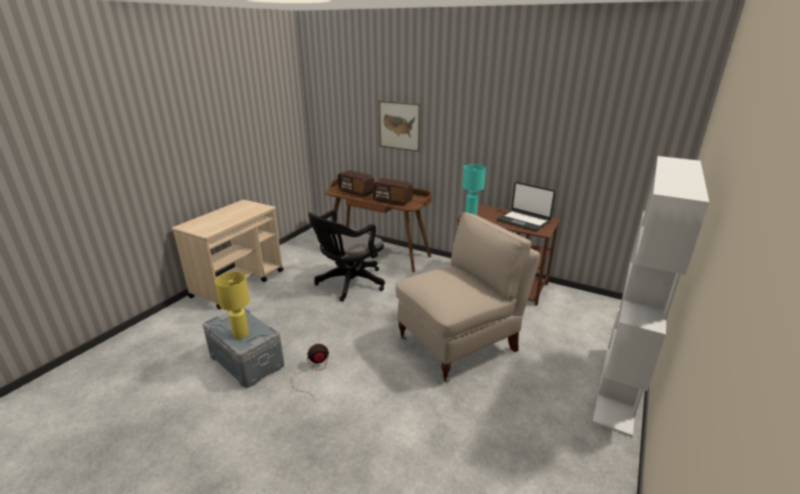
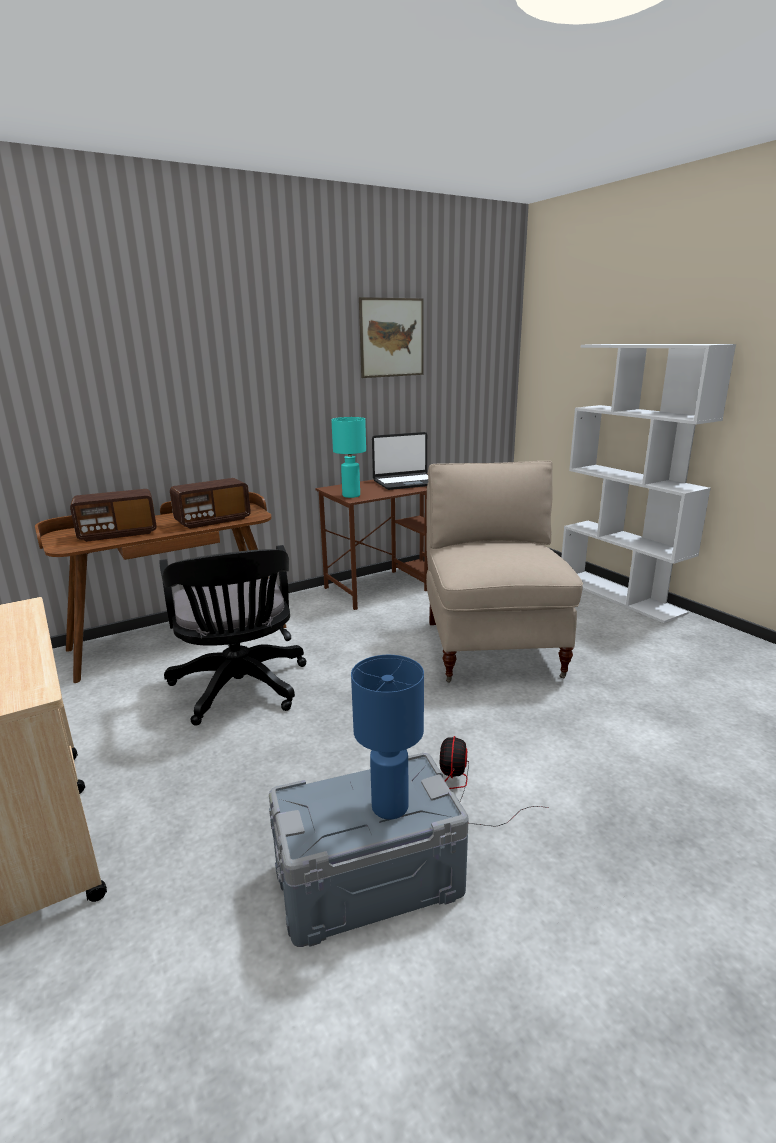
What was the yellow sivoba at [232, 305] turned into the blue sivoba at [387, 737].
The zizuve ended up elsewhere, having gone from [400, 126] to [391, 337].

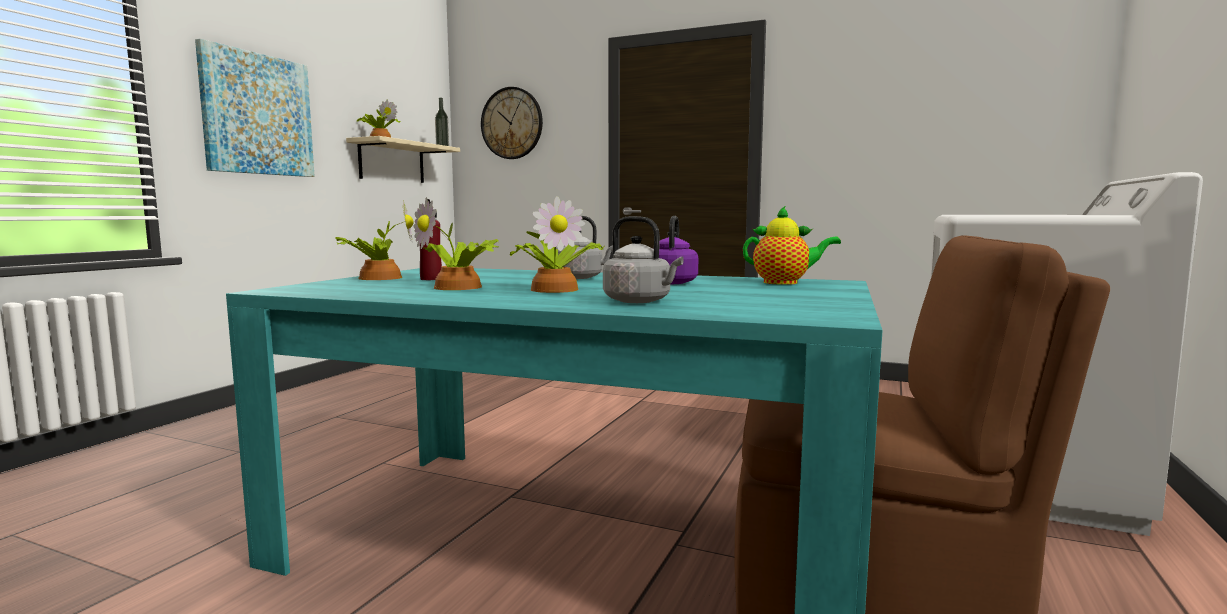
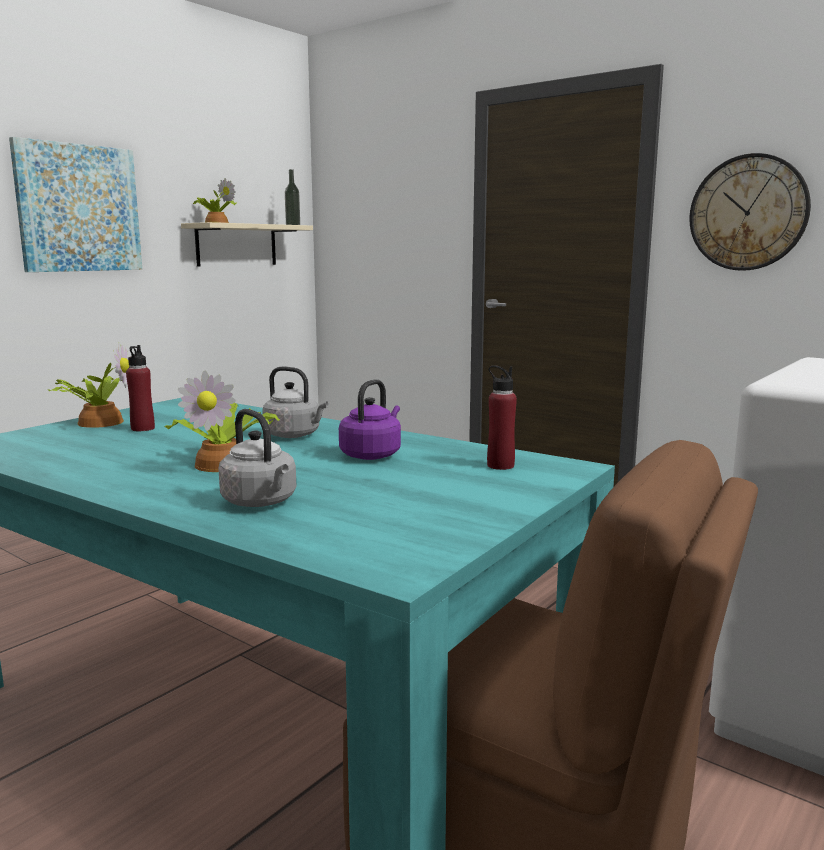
Where the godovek stood at [792, 245], the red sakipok came to stand at [502, 417].
The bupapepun ended up elsewhere, having gone from [512, 123] to [750, 212].
The second view lost the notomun at [456, 243].

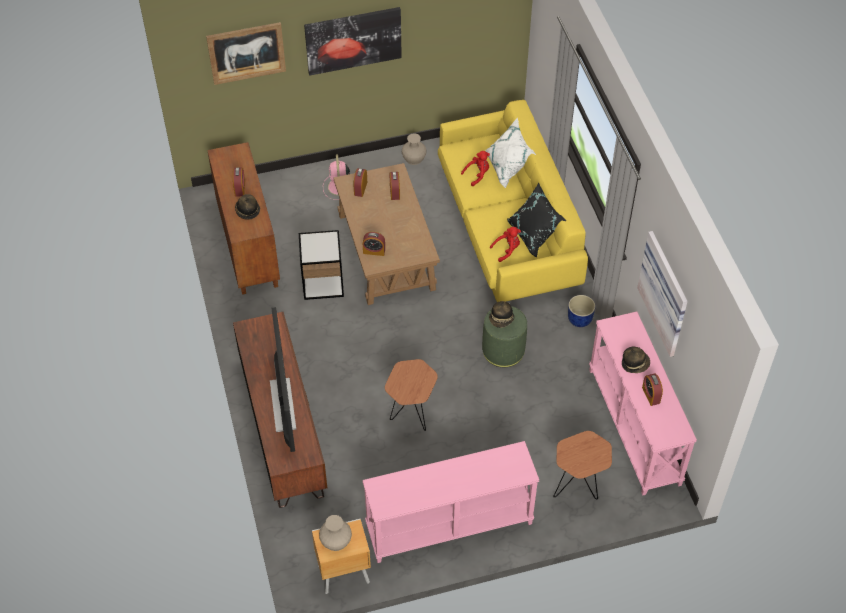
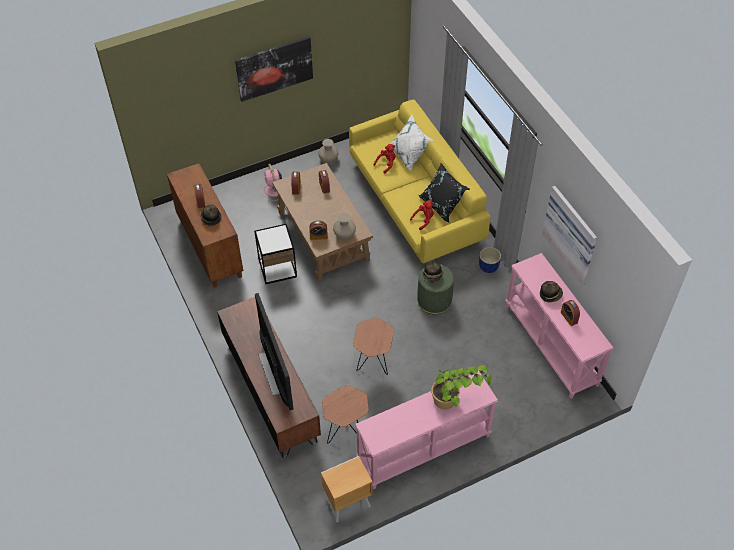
The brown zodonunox ended up elsewhere, having gone from [582, 465] to [345, 414].
The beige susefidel ended up elsewhere, having gone from [335, 533] to [344, 227].
The second view gained the notomun at [461, 387].
The second view lost the zizuve at [246, 53].

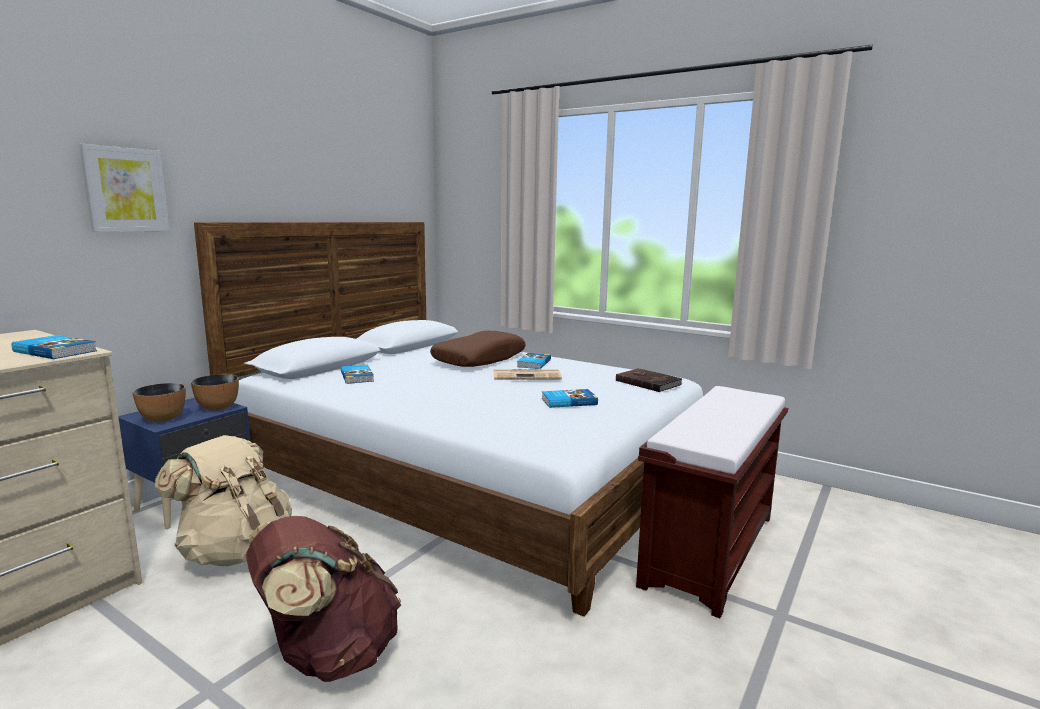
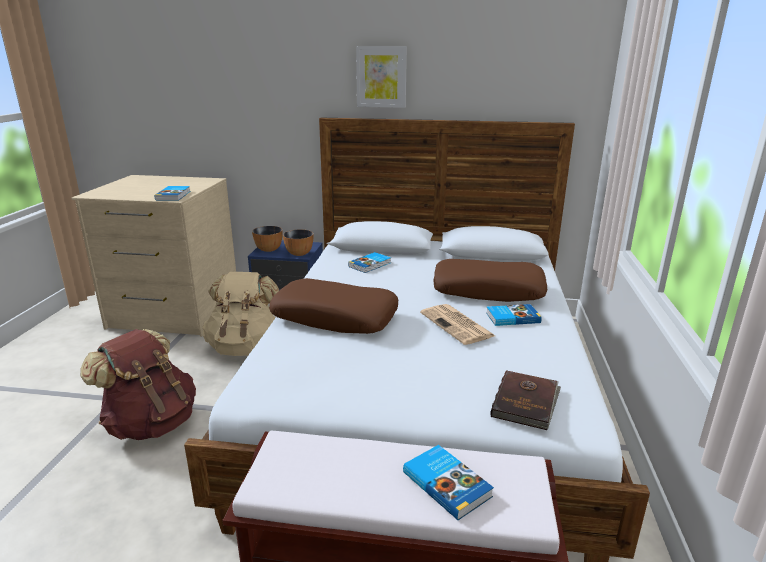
The second view gained the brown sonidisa at [333, 306].
The zizuve ended up elsewhere, having gone from [124, 188] to [381, 77].
The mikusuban ended up elsewhere, having gone from [570, 398] to [448, 482].

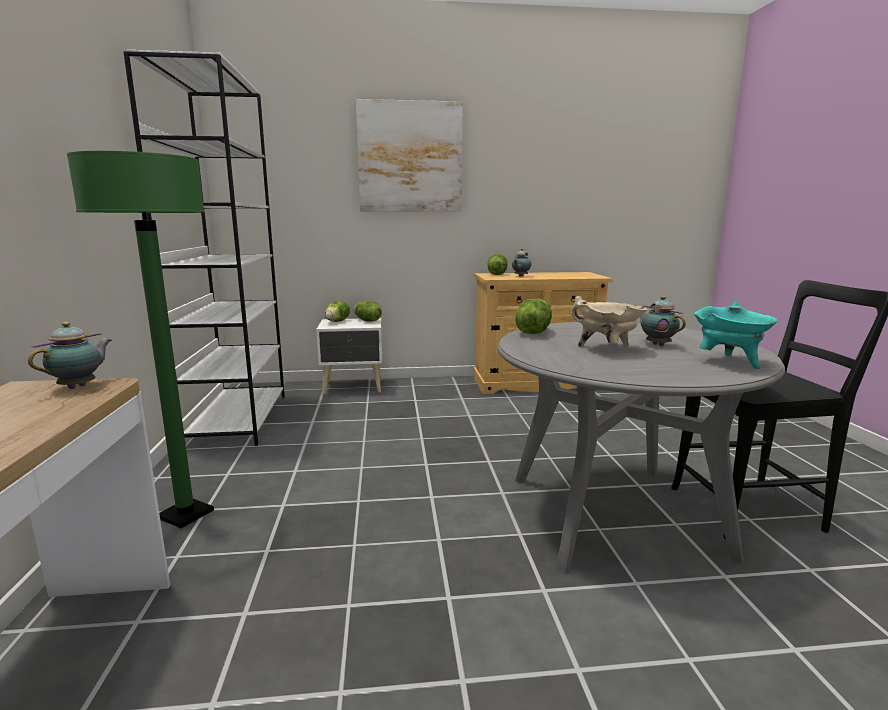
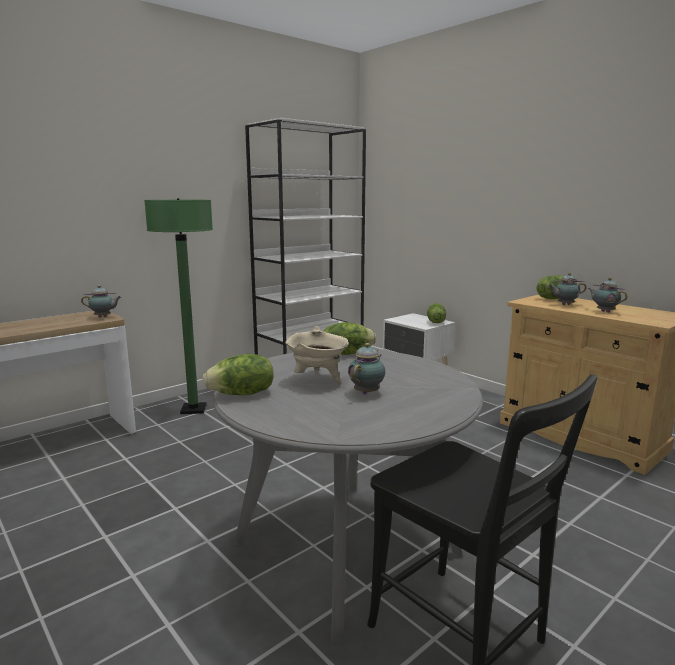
The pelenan ended up elsewhere, having gone from [337, 311] to [238, 374].
The second view gained the godovek at [608, 295].
The second view lost the zizuve at [409, 155].
The second view lost the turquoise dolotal at [736, 335].

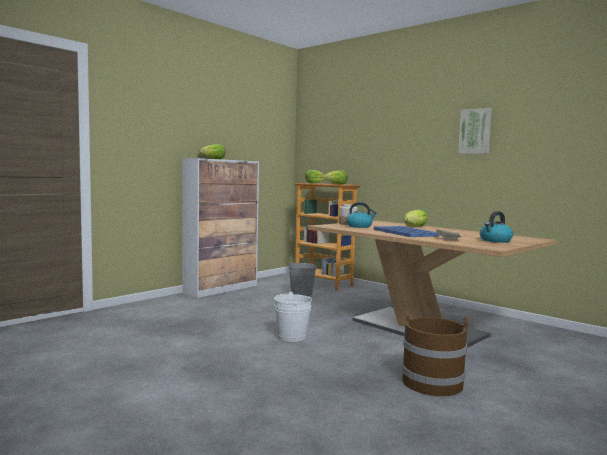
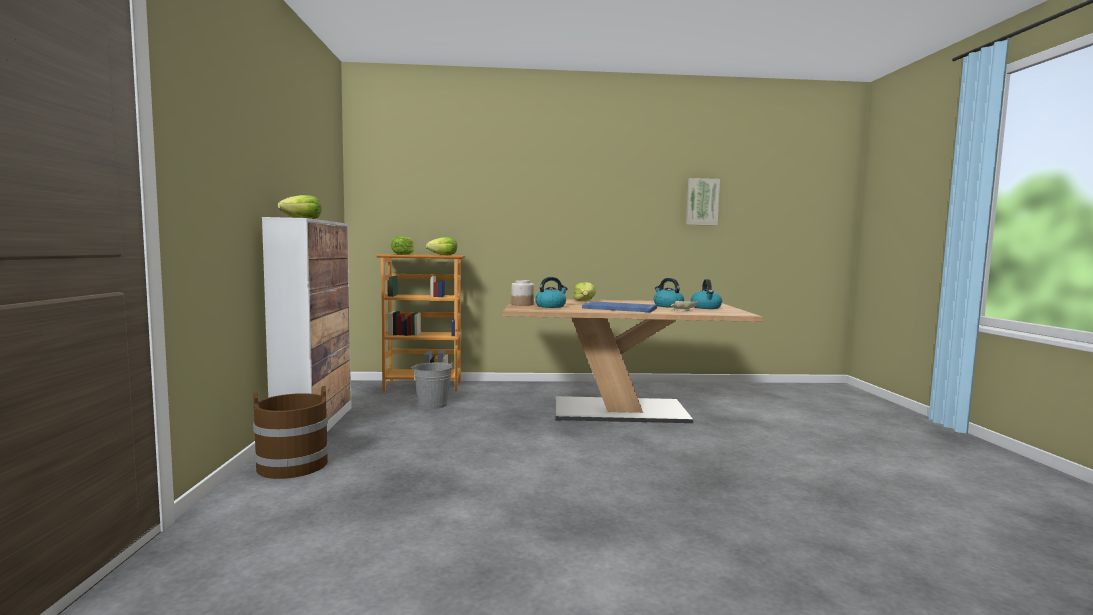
The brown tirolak ended up elsewhere, having gone from [435, 353] to [291, 432].
The second view gained the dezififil at [669, 293].
The zizuve ended up elsewhere, having gone from [475, 131] to [703, 202].
The second view lost the white tirolak at [293, 316].

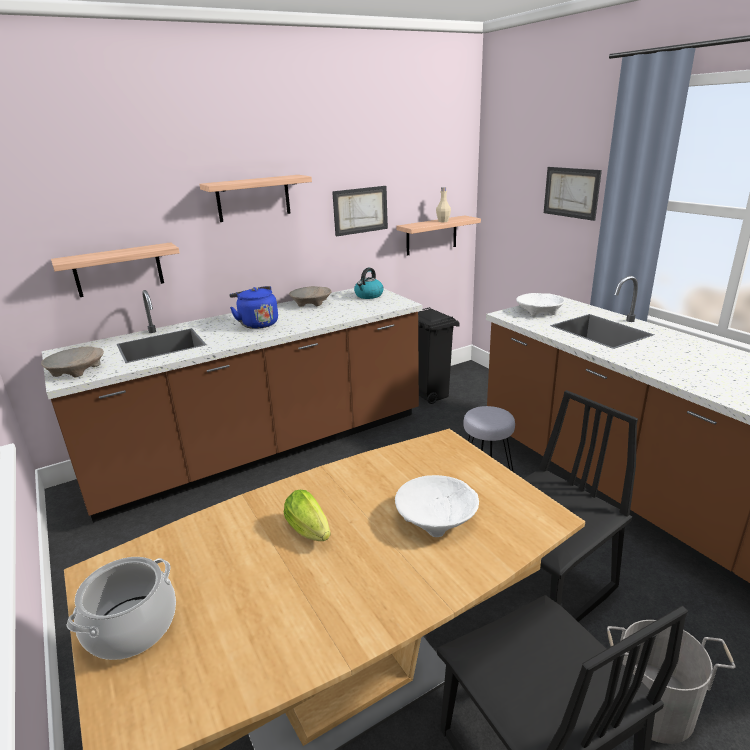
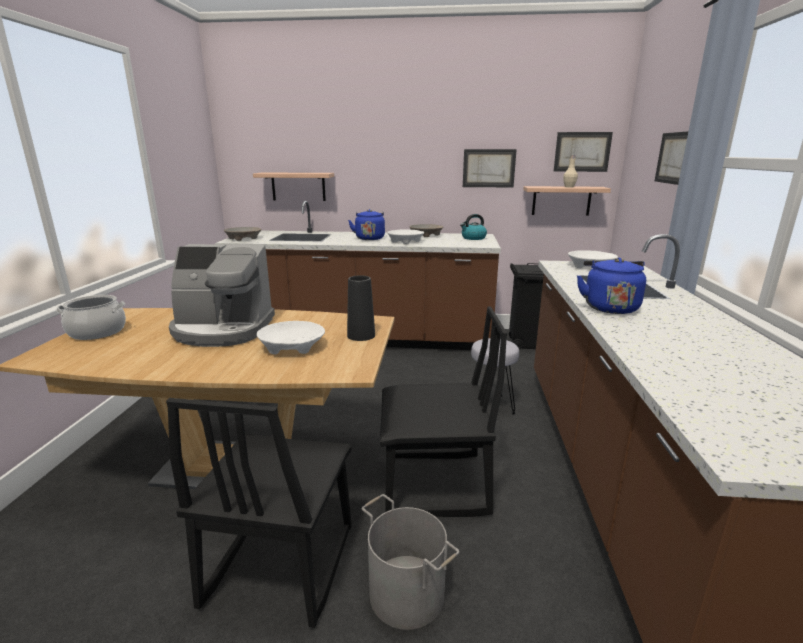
Where the pelenan stood at [307, 515], the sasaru came to stand at [222, 295].
The second view gained the black susefidel at [361, 308].
The second view gained the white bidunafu at [405, 237].
The second view gained the zizuve at [583, 152].
The second view gained the blue dezififil at [611, 286].
The second view lost the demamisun at [255, 198].

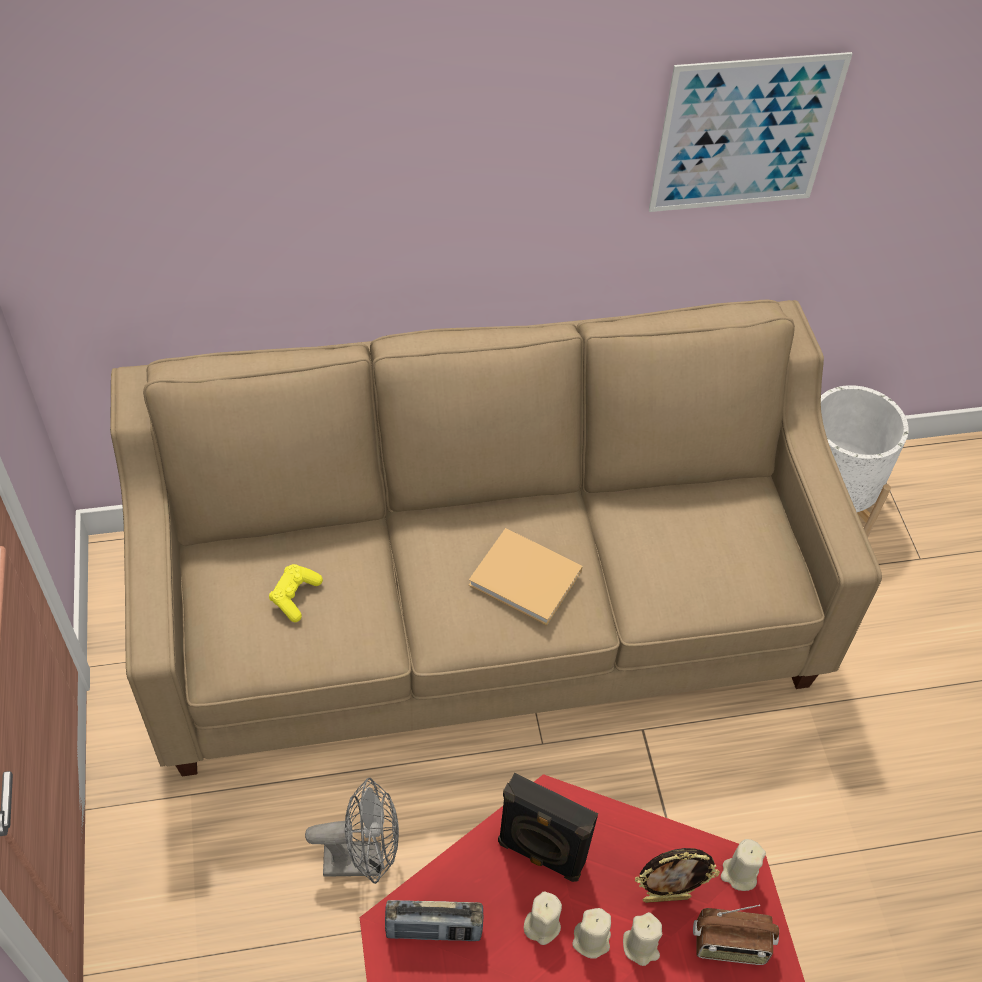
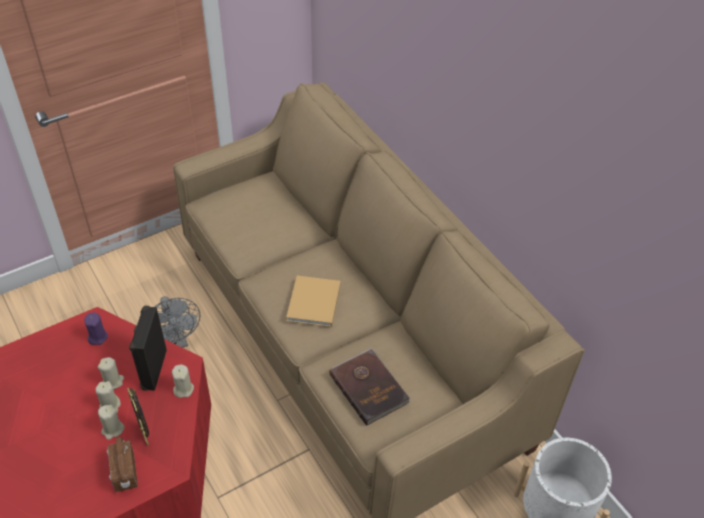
Where the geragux stood at [434, 920], the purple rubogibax came to stand at [96, 329].
The beige rubogibax ended up elsewhere, having gone from [743, 865] to [183, 381].
The second view gained the brown mikusuban at [369, 387].
The second view lost the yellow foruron at [296, 593].
The second view lost the zizuve at [751, 132].

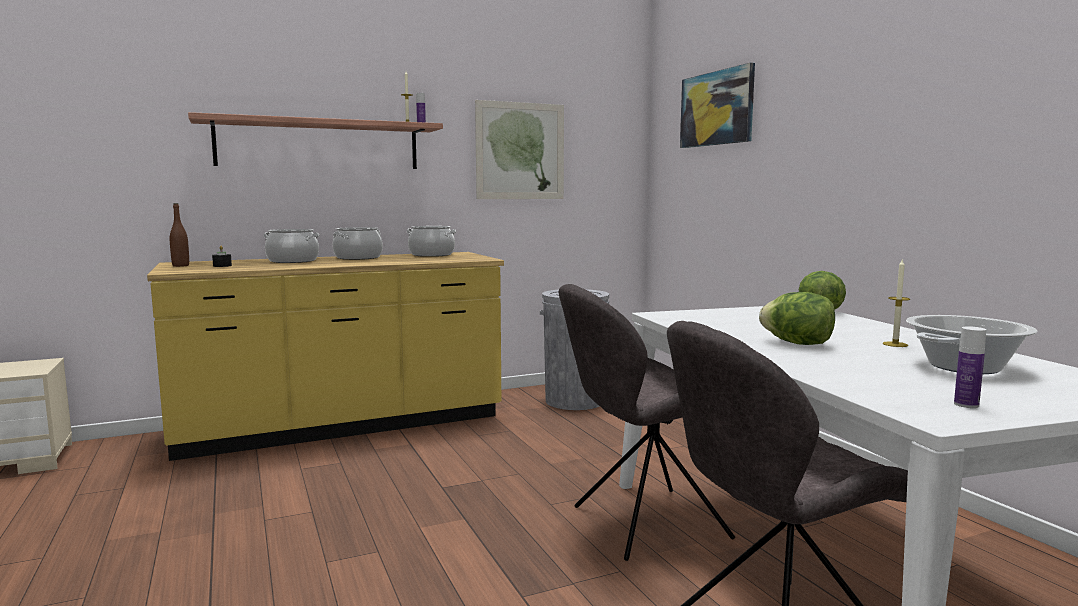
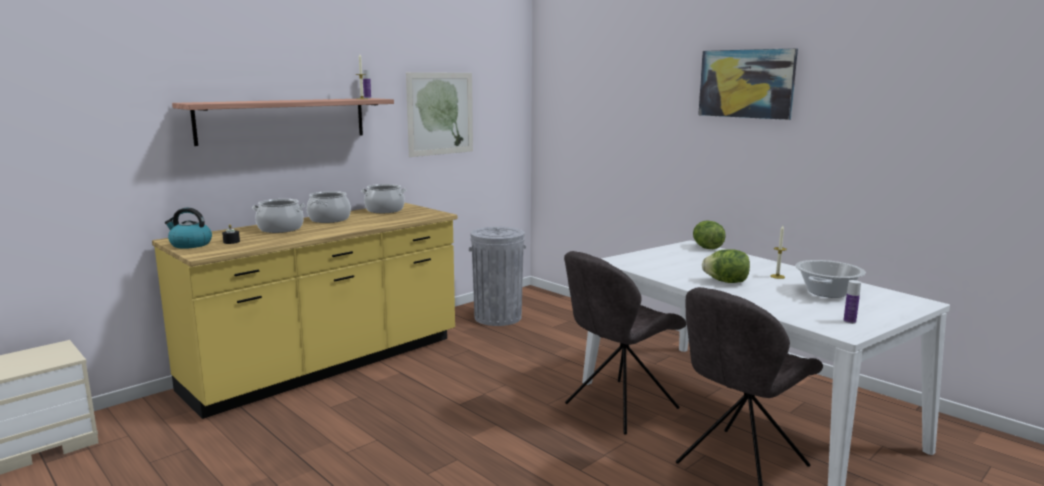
Where the brown sakipok stood at [179, 235], the dezififil came to stand at [188, 228].
The zizuve ended up elsewhere, having gone from [717, 105] to [748, 84].

